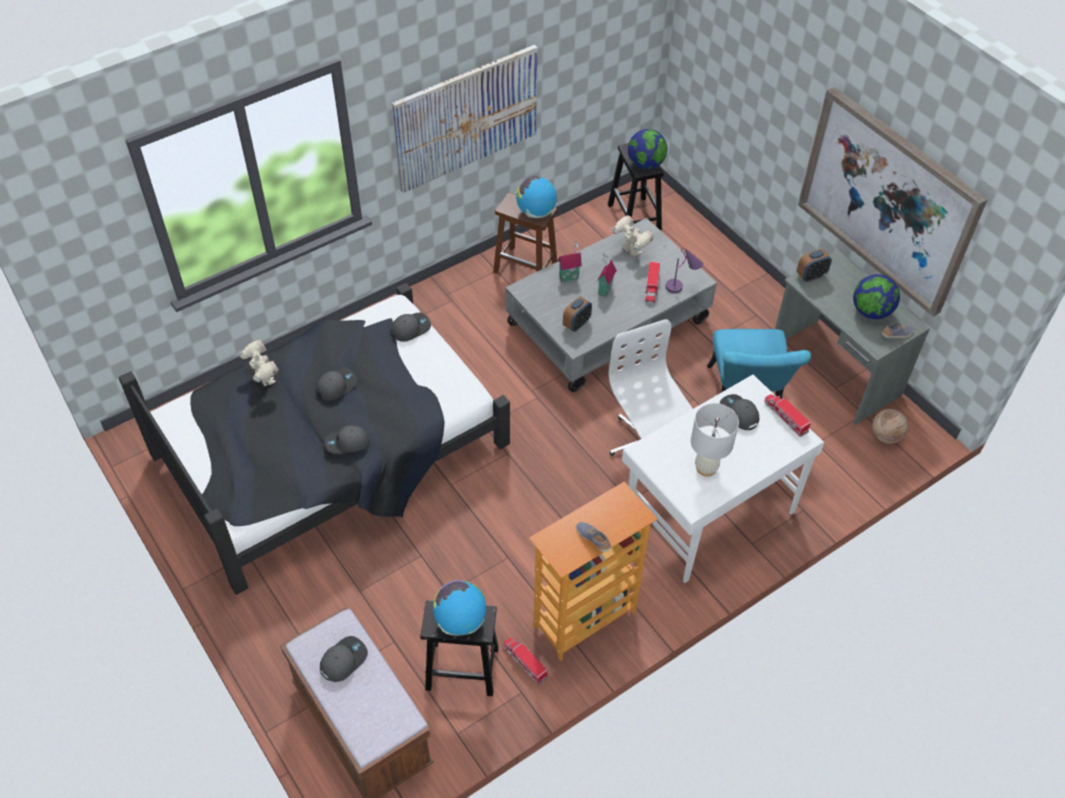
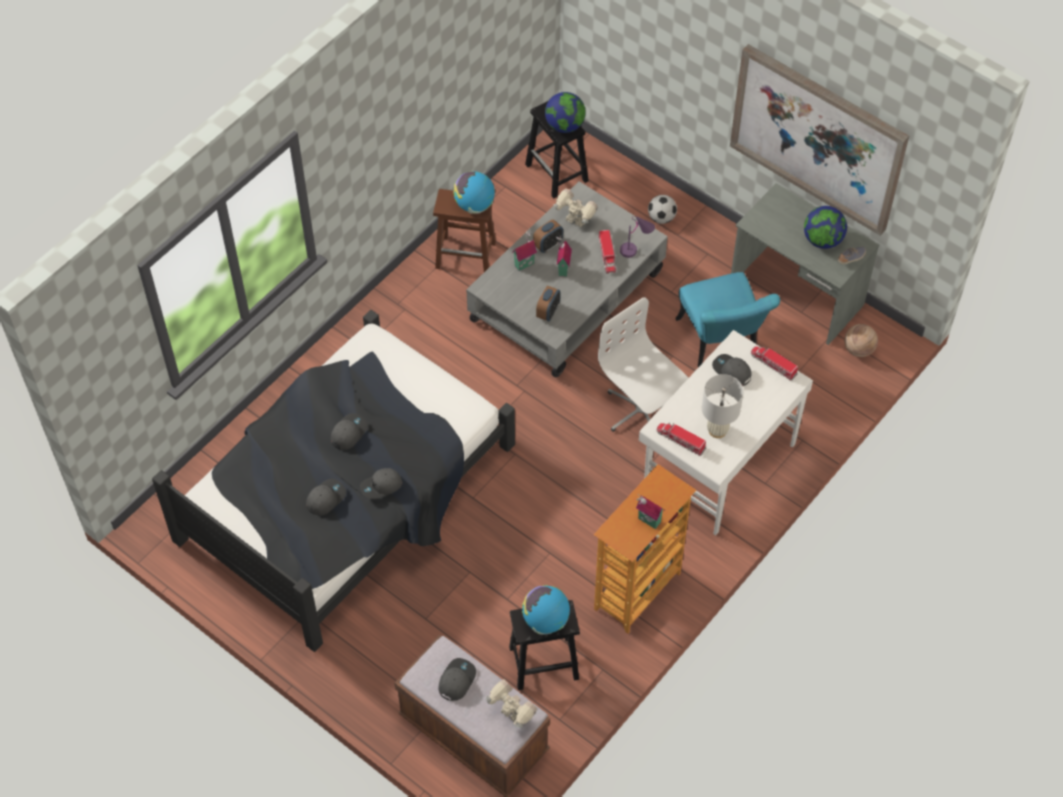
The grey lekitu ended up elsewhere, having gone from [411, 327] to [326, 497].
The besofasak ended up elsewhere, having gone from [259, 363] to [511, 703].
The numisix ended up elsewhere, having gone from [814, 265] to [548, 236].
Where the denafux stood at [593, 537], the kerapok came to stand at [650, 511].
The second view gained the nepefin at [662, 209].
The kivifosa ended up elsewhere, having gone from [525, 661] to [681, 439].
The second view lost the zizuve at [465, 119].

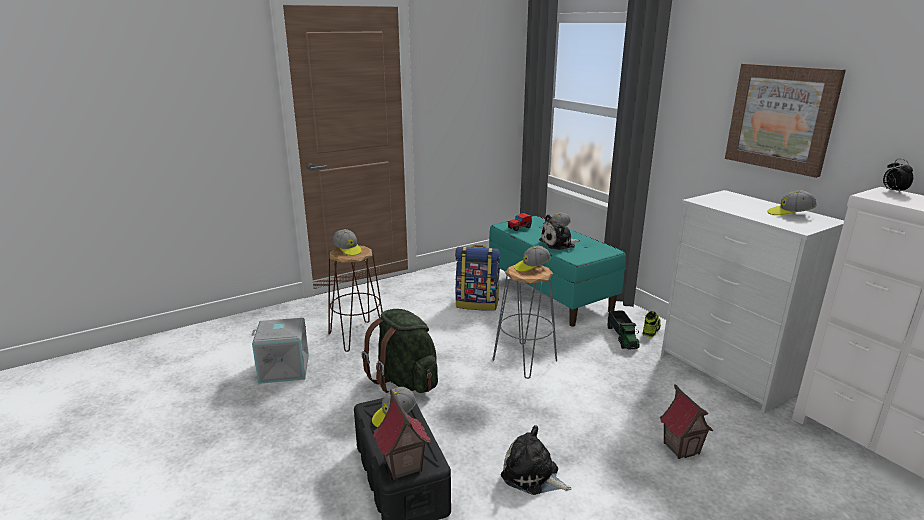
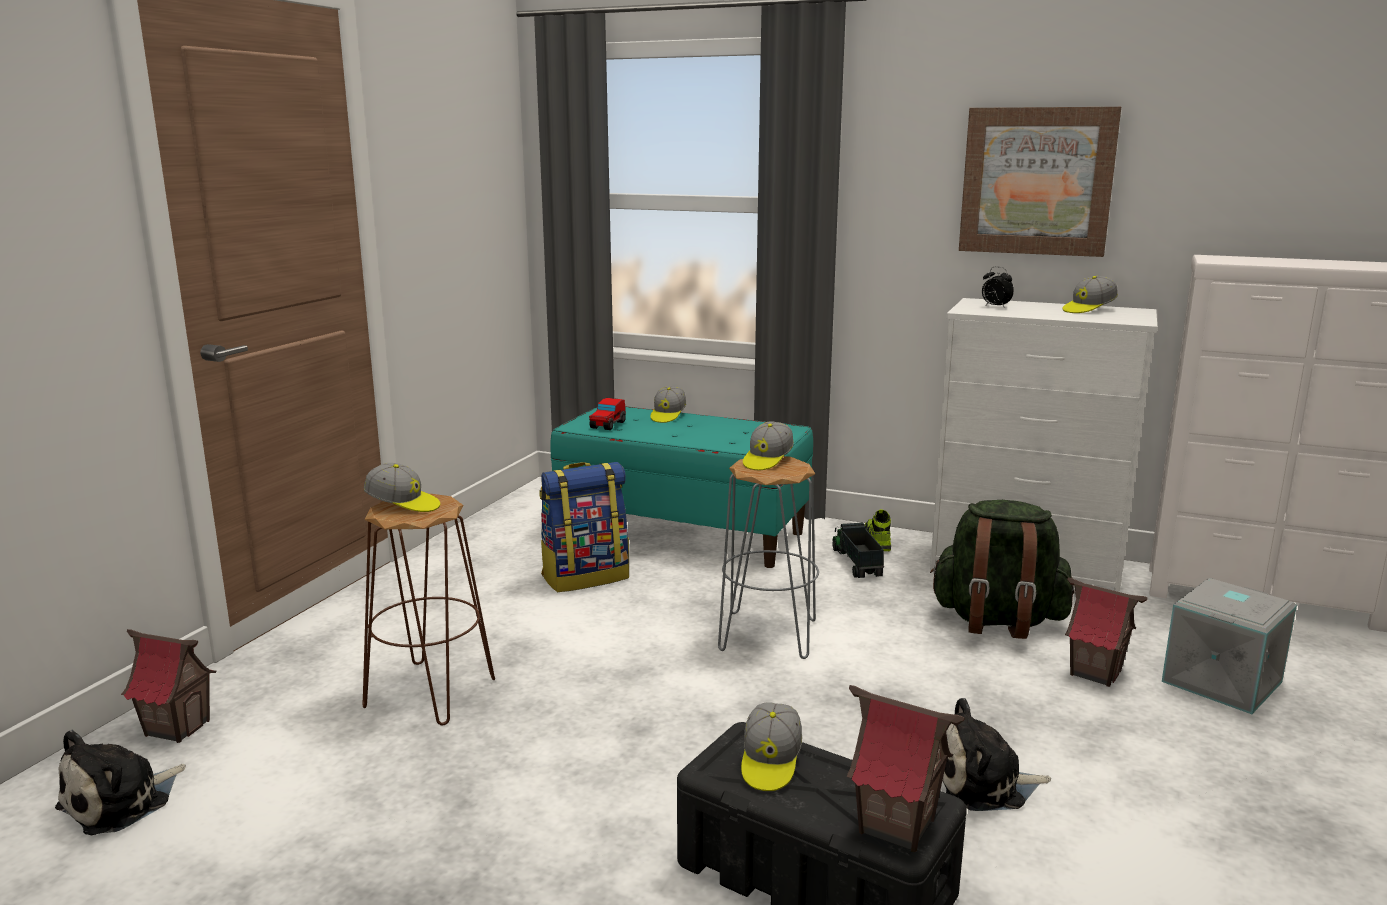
The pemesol ended up elsewhere, having gone from [559, 232] to [120, 782].
The second view gained the kerapok at [169, 686].
The kivifosa at [623, 329] ended up facing another way, 150 degrees counterclockwise from before.
The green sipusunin ended up elsewhere, having gone from [400, 351] to [1002, 569].
The numisix ended up elsewhere, having gone from [898, 176] to [998, 287].
The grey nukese ended up elsewhere, having gone from [280, 351] to [1229, 646].

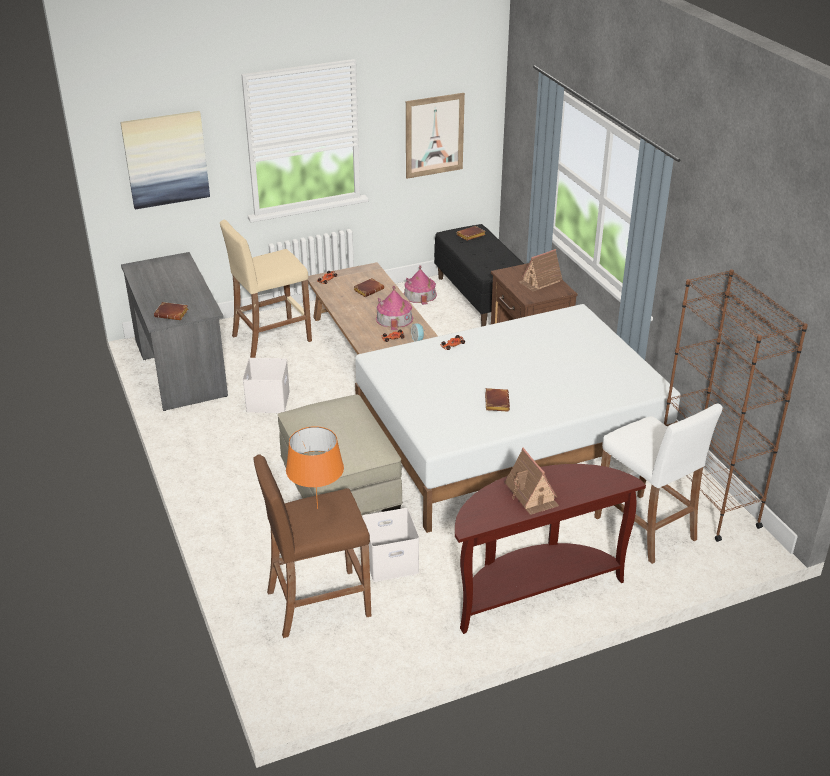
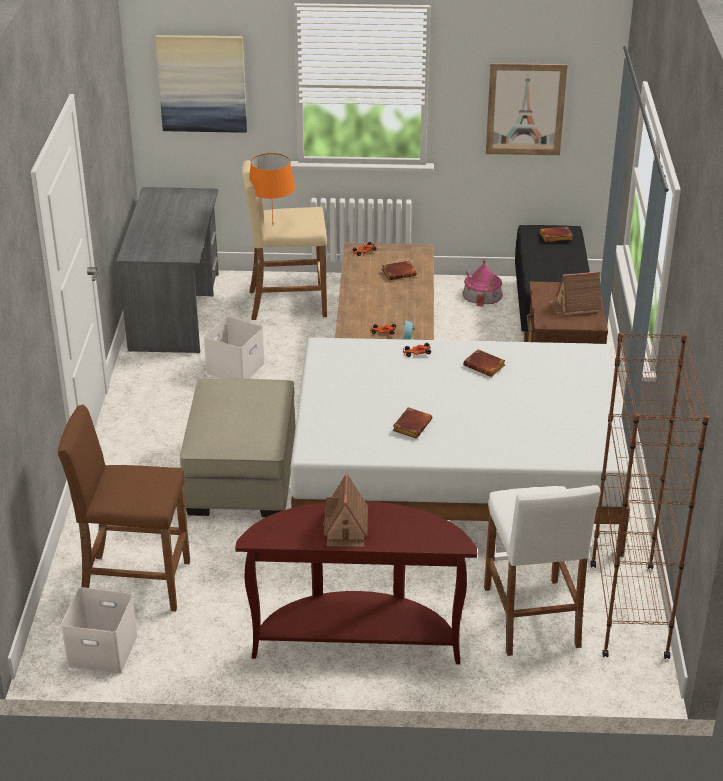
The white nukese ended up elsewhere, having gone from [390, 545] to [99, 630].
The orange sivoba ended up elsewhere, having gone from [315, 467] to [272, 187].
The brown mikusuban ended up elsewhere, having gone from [171, 311] to [484, 363].
The second view lost the kerapok at [394, 308].

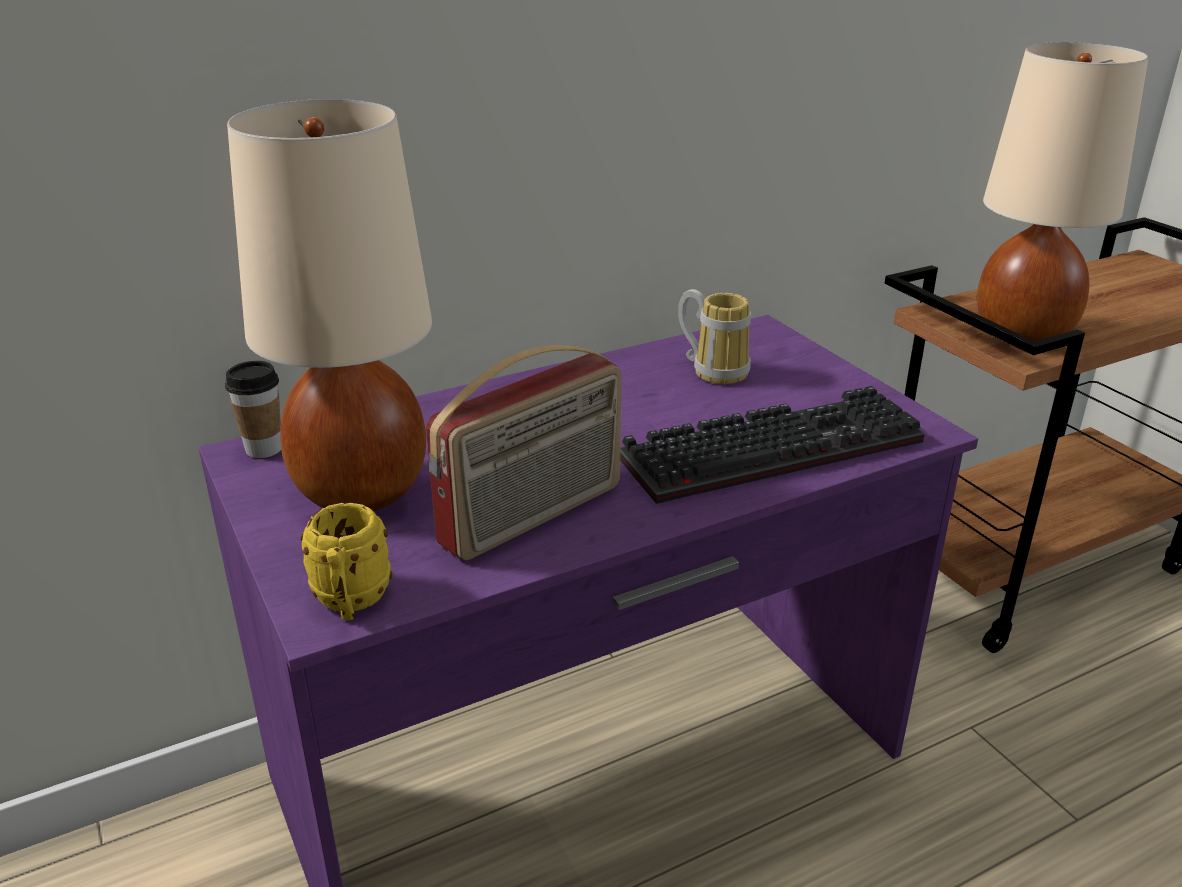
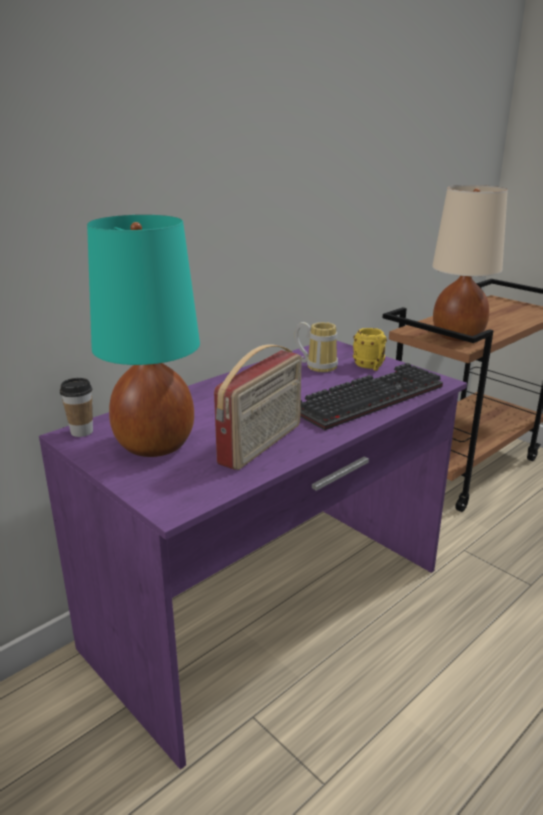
What was the beige sivoba at [329, 305] turned into the turquoise sivoba at [143, 336].
The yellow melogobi ended up elsewhere, having gone from [346, 561] to [370, 349].

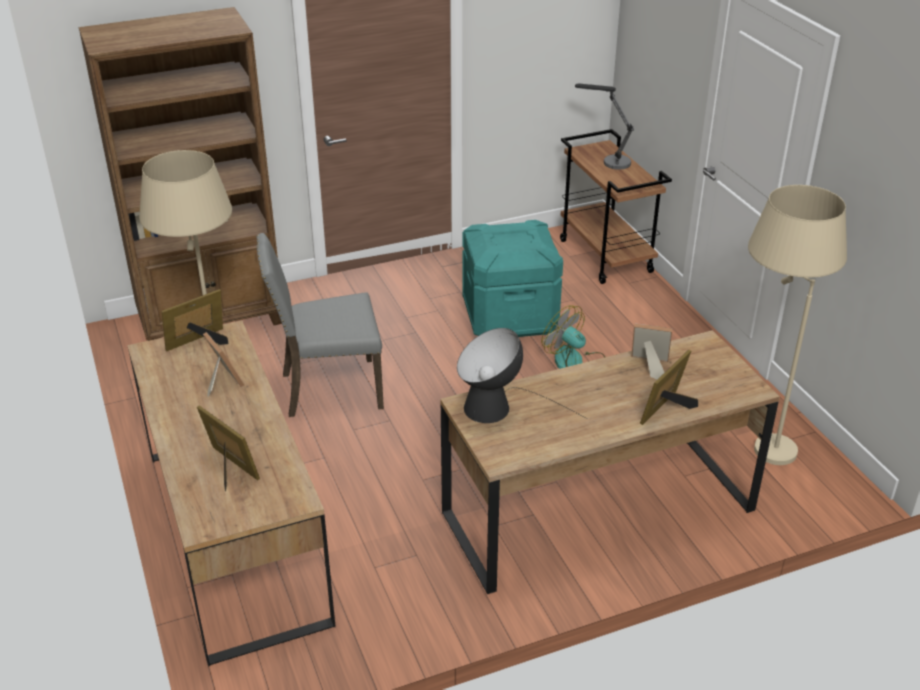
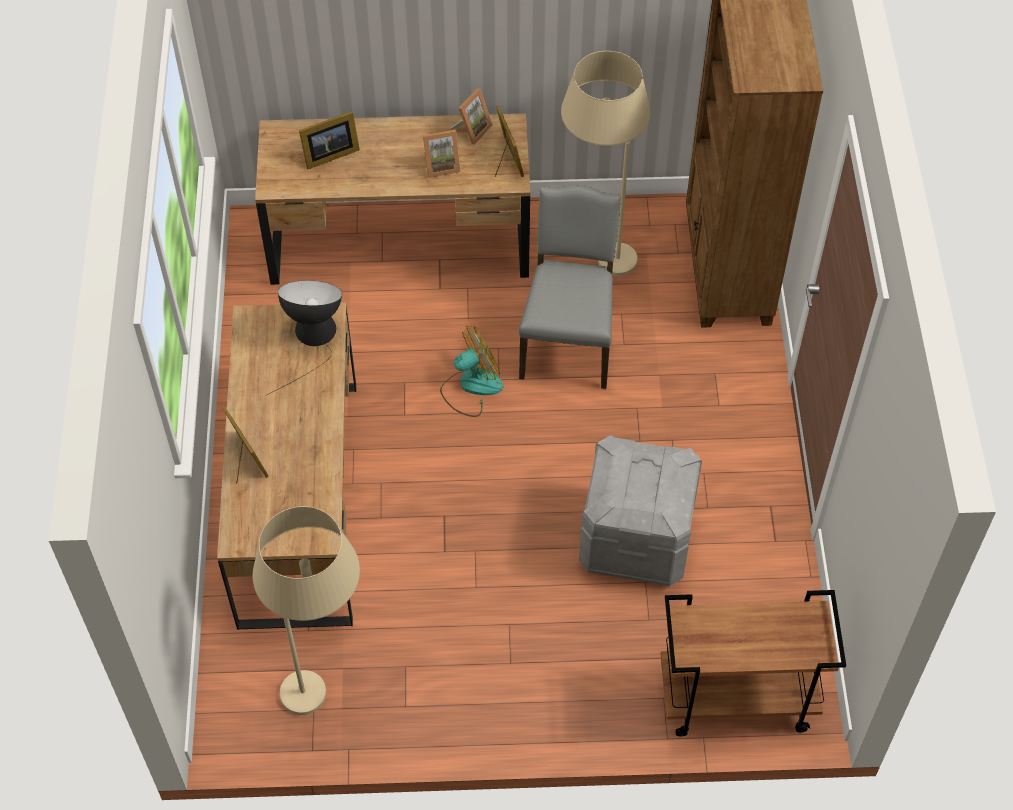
The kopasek ended up elsewhere, having gone from [573, 337] to [472, 371].
The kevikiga ended up elsewhere, having gone from [652, 351] to [472, 116].
What was the turquoise nukese at [512, 278] turned into the grey nukese at [640, 510].
The second view lost the sivoba at [604, 126].

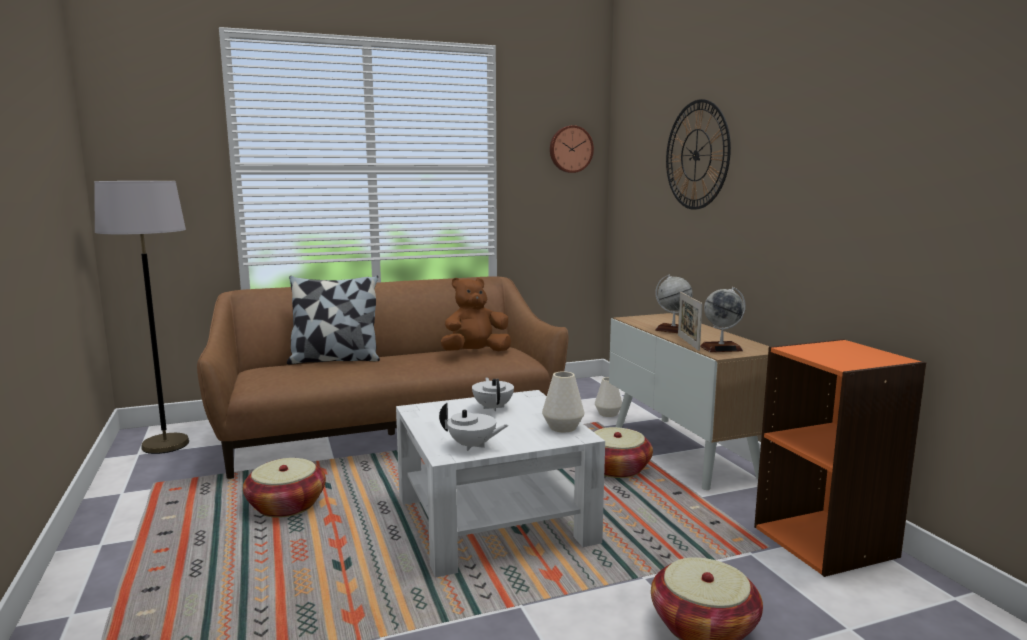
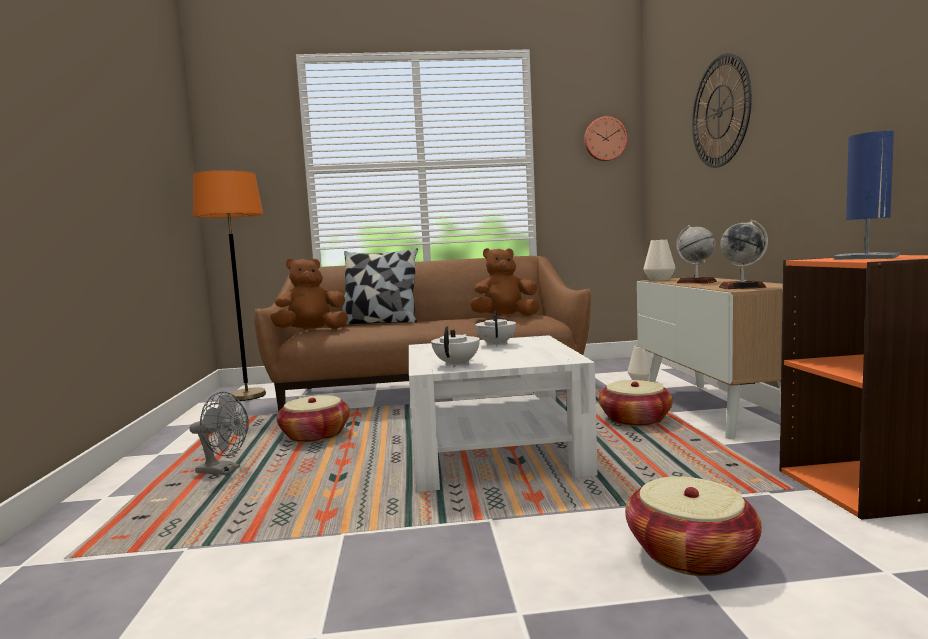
The second view gained the grey kopasek at [219, 433].
What was the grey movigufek at [141, 317] turned into the orange movigufek at [229, 285].
The second view gained the brown pemesol at [309, 293].
The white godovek at [474, 427] ended up facing another way, 105 degrees counterclockwise from before.
The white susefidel ended up elsewhere, having gone from [563, 401] to [659, 260].
The second view gained the blue sivoba at [866, 195].
The second view lost the kevikiga at [690, 321].

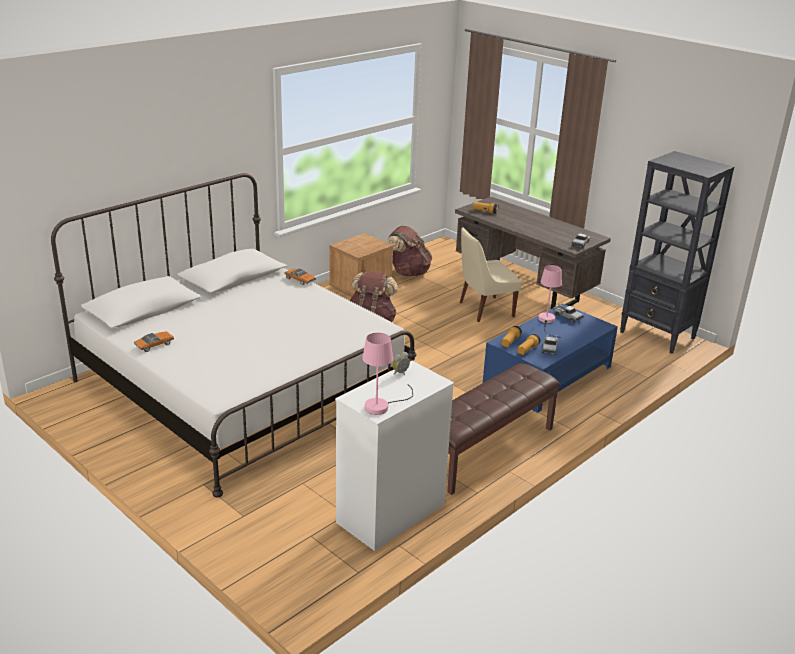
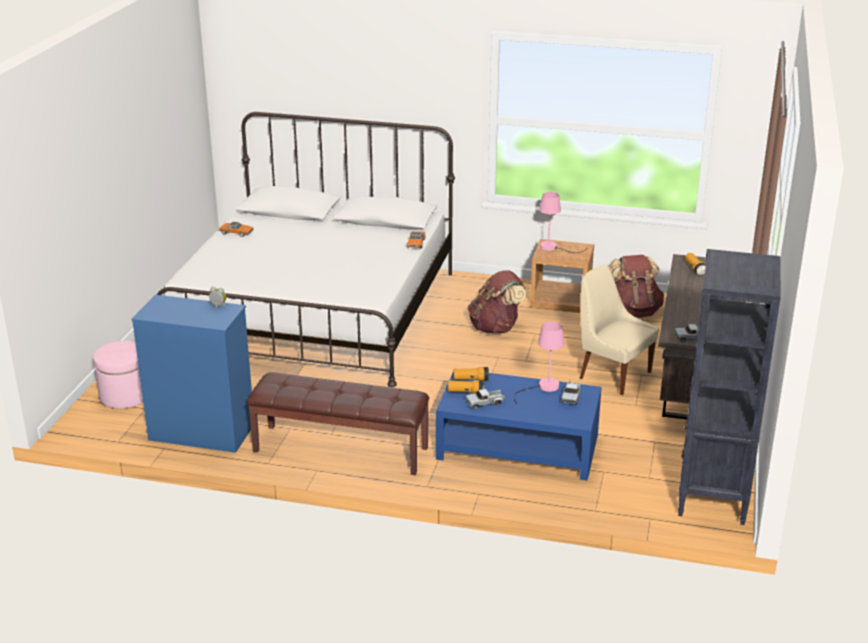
The second view gained the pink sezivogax at [118, 375].
What was the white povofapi at [394, 456] turned into the blue povofapi at [191, 374].
The pink sivoba ended up elsewhere, having gone from [387, 374] to [563, 222].

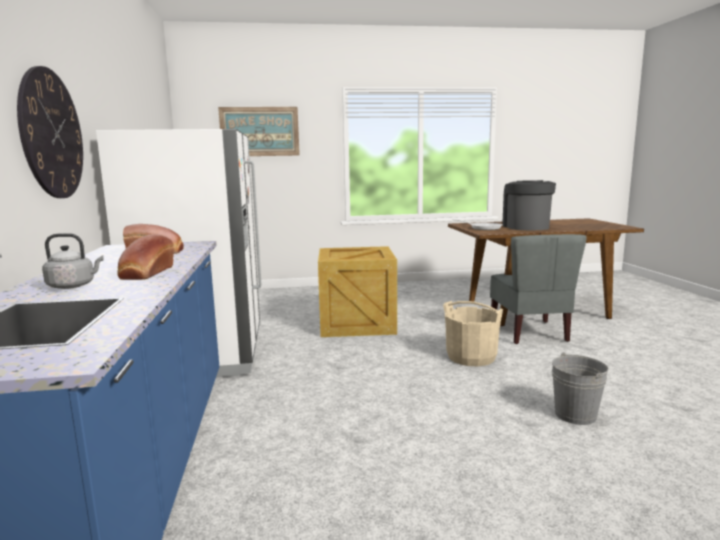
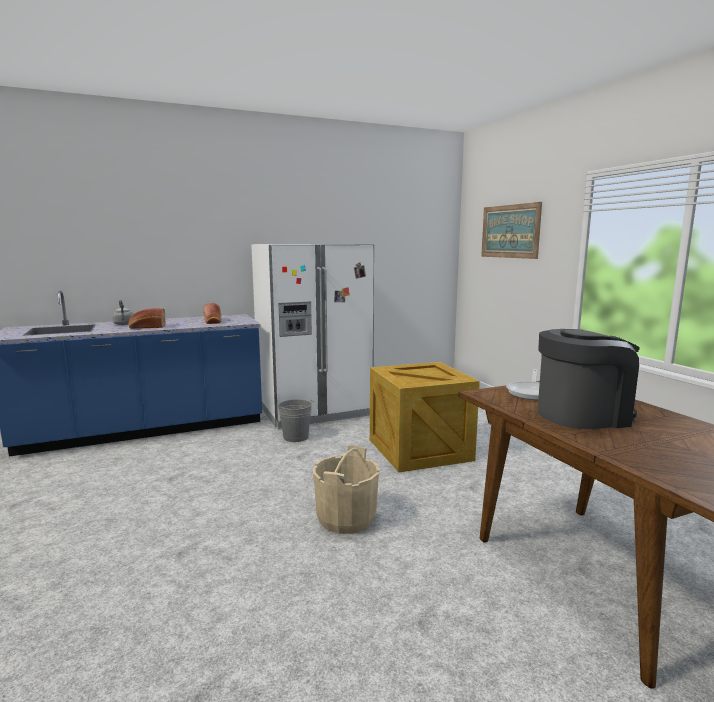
The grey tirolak ended up elsewhere, having gone from [580, 388] to [294, 420].
The second view lost the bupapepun at [50, 132].
The second view lost the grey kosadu at [538, 289].

